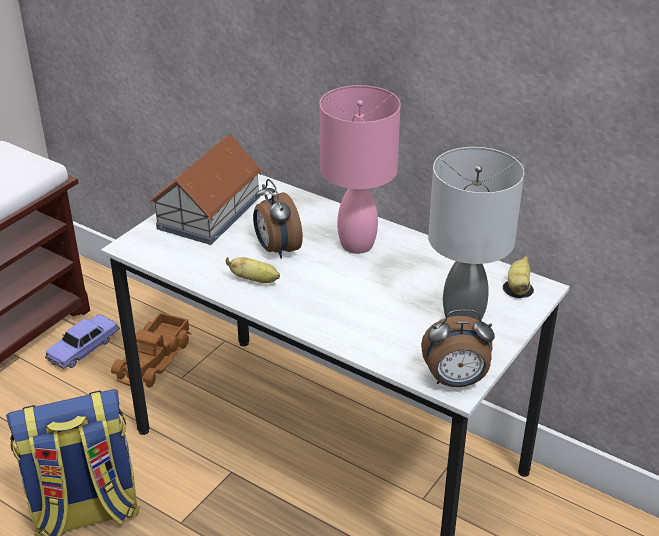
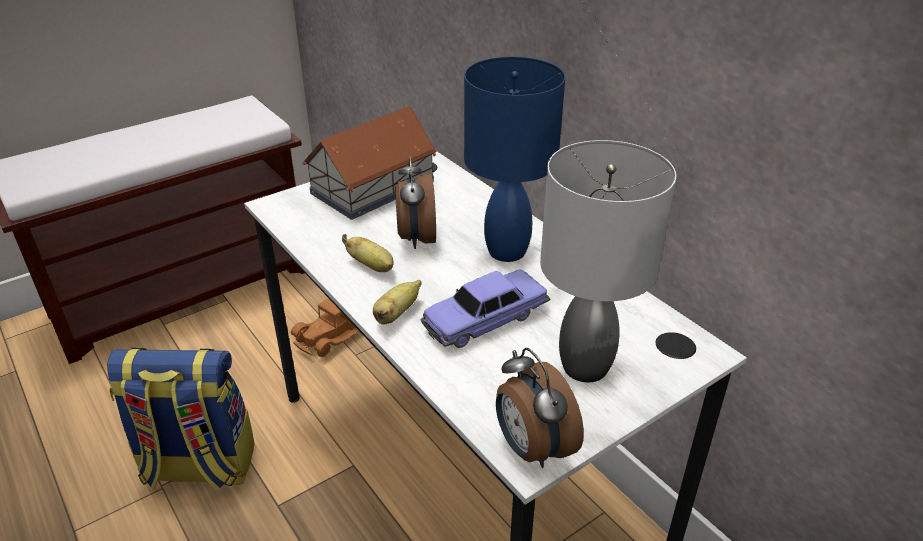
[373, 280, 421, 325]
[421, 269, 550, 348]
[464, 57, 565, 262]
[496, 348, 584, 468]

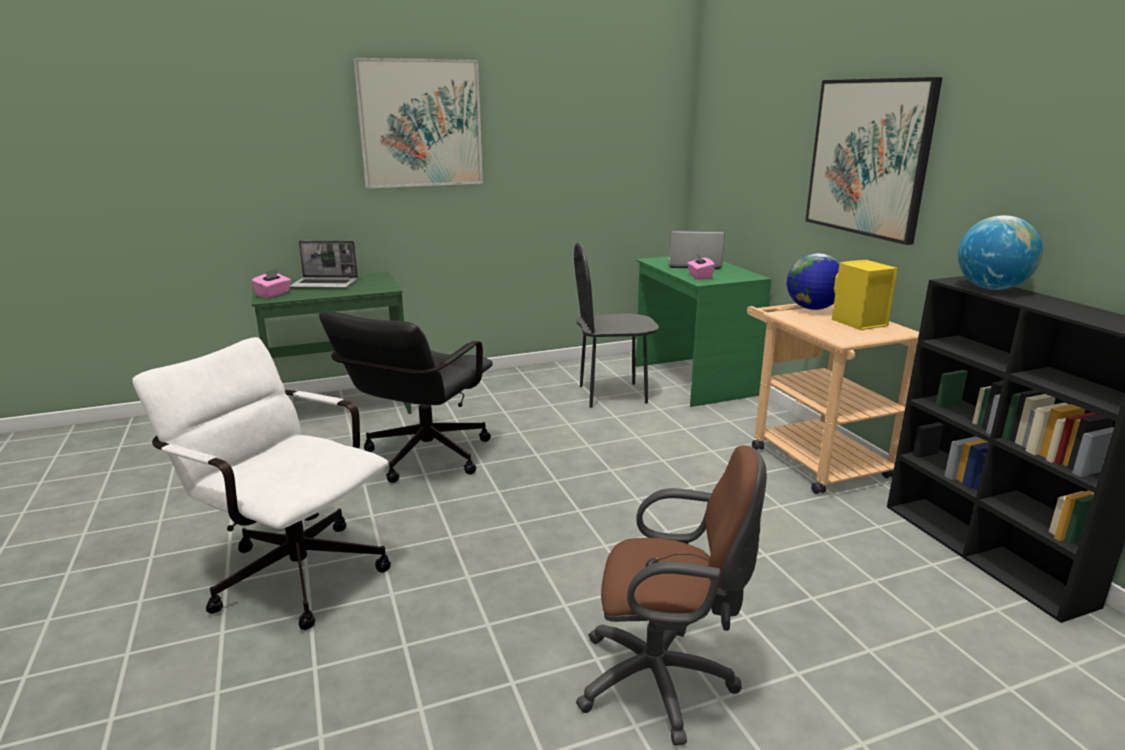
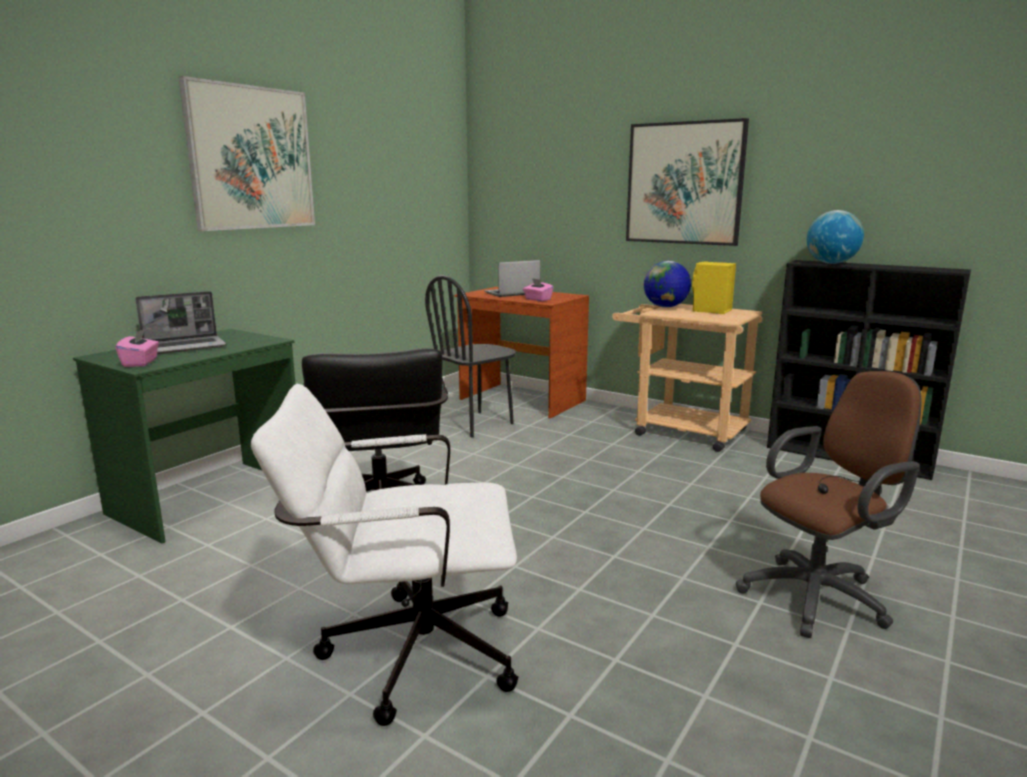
[454, 287, 589, 419]

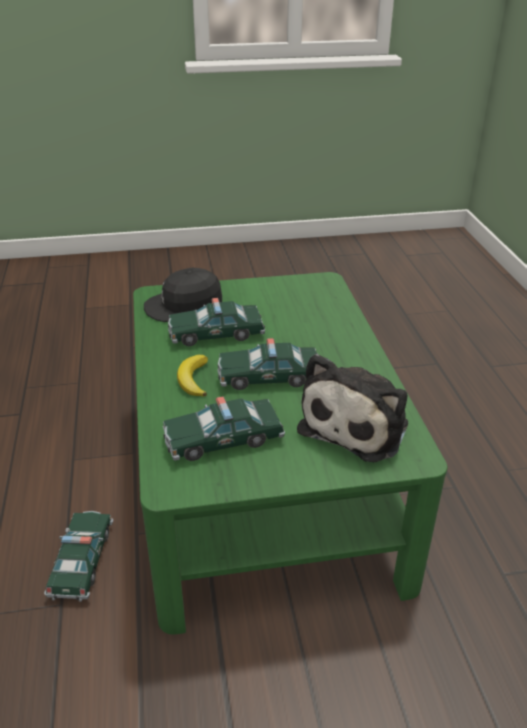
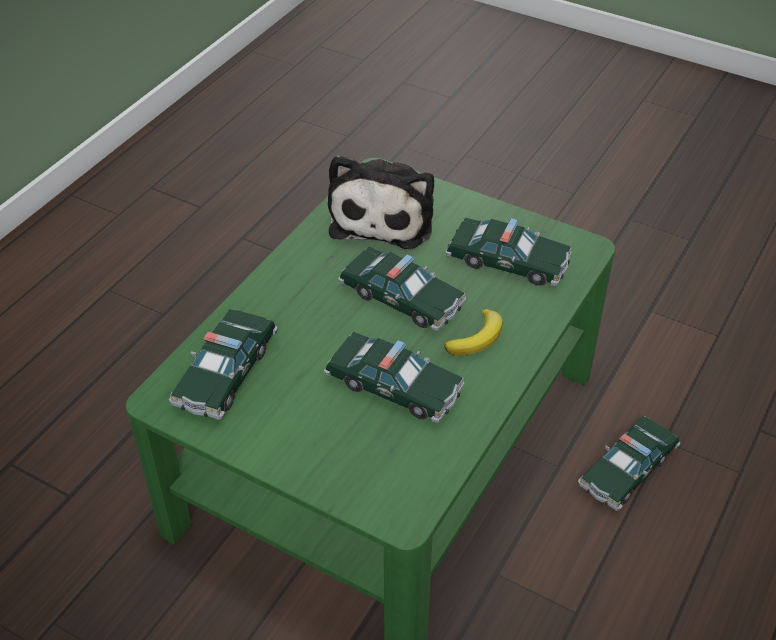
[169, 309, 278, 420]
[328, 155, 434, 249]
[144, 268, 222, 322] (first image)

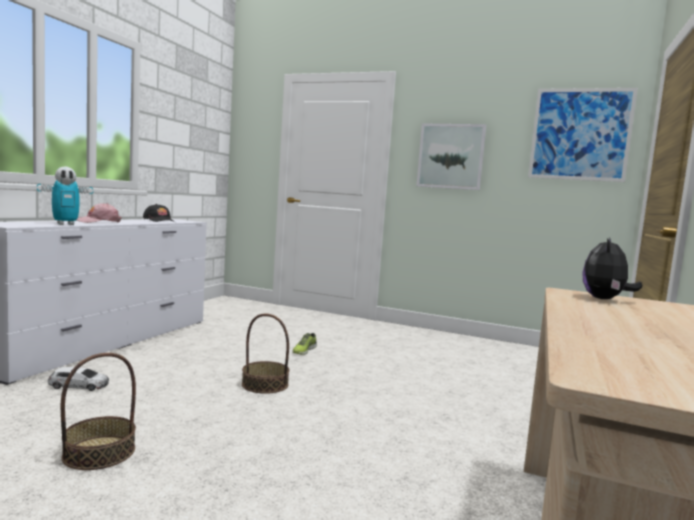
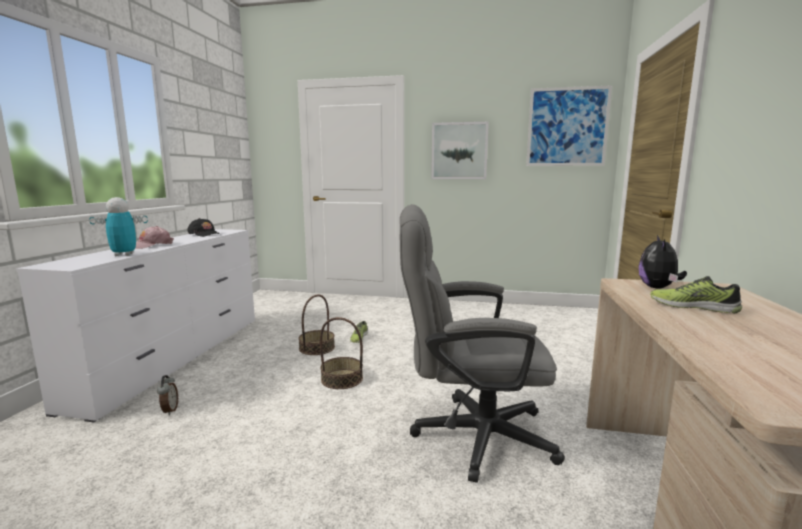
[89, 197, 148, 256]
[157, 375, 178, 415]
[298, 295, 335, 355]
[399, 204, 565, 483]
[650, 276, 742, 313]

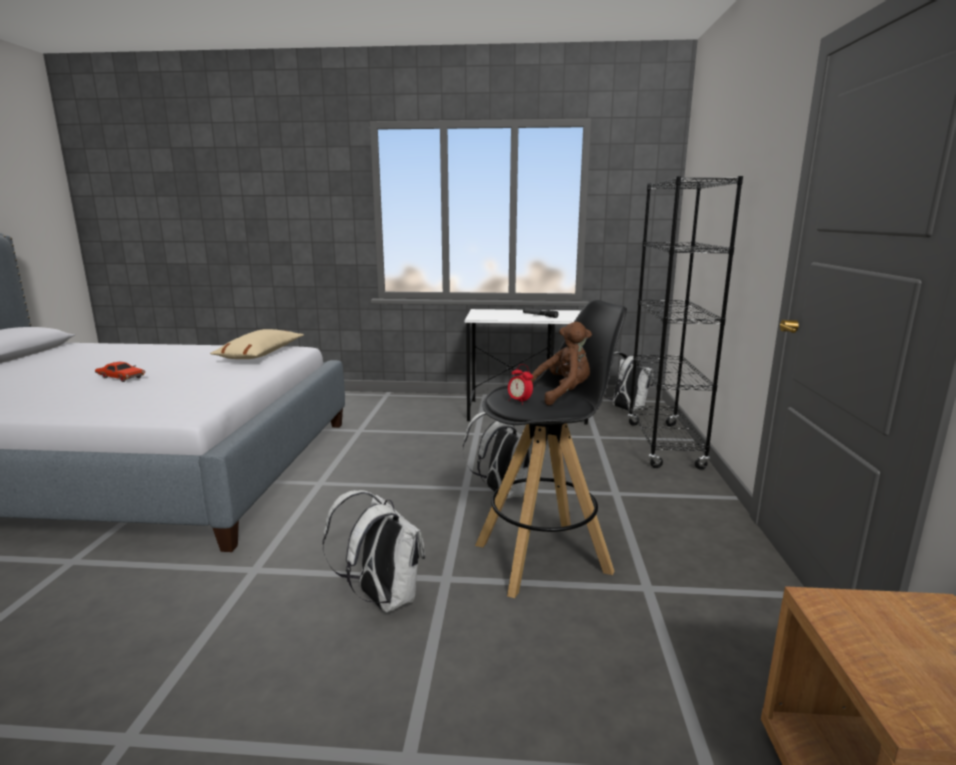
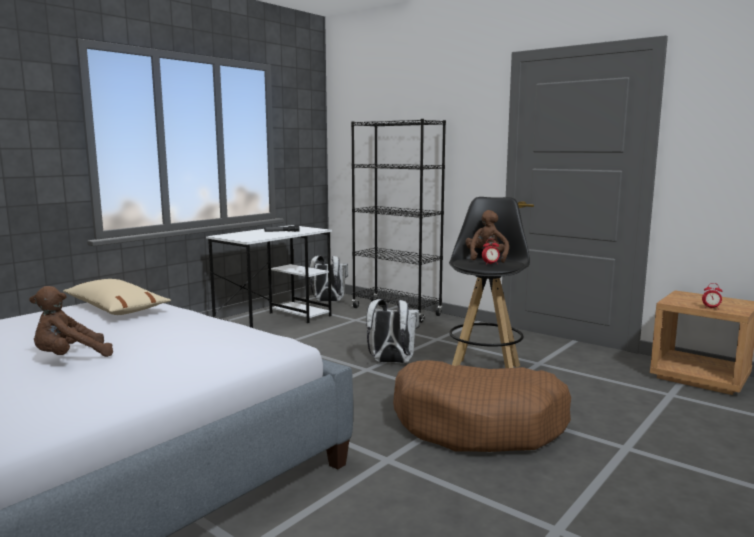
[29, 286, 113, 357]
[393, 360, 571, 452]
[702, 283, 722, 310]

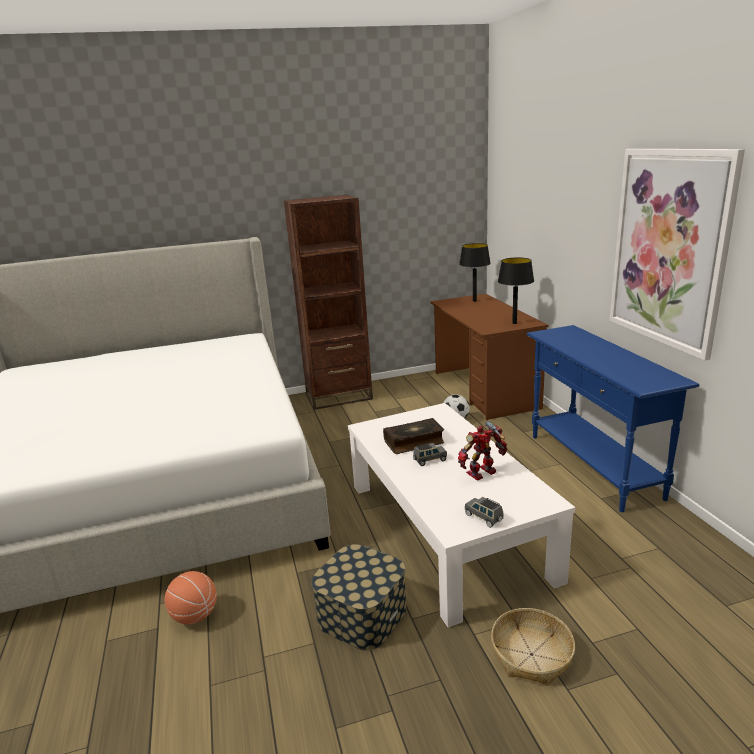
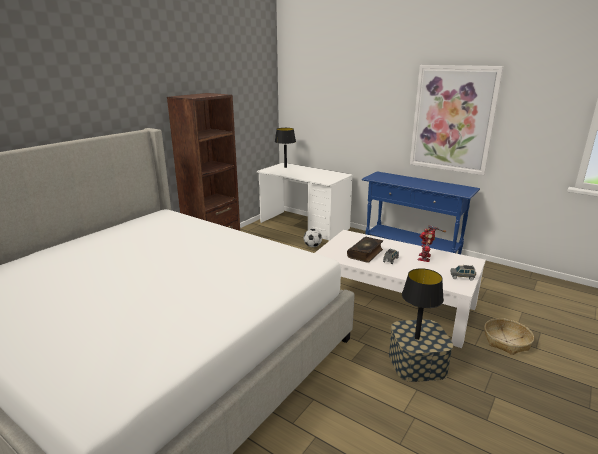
[257, 163, 353, 241]
[402, 268, 444, 340]
[165, 571, 217, 624] (first image)

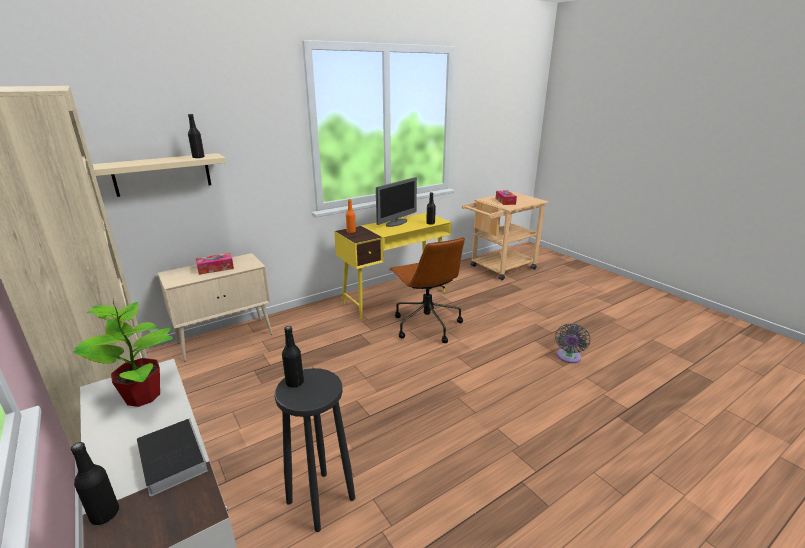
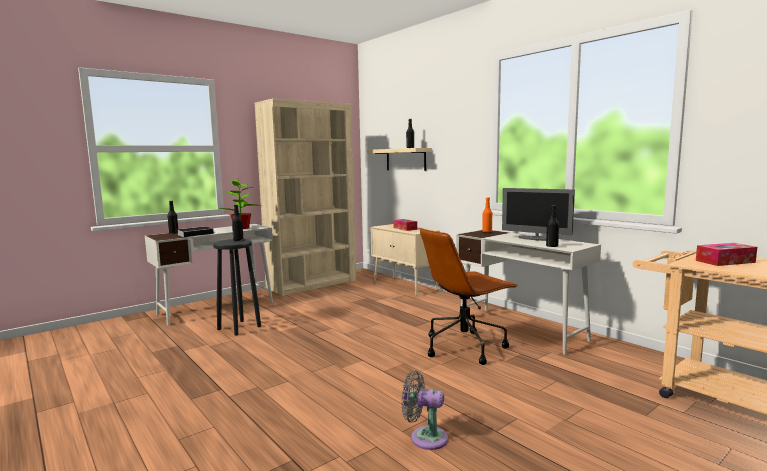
[456, 230, 601, 355]

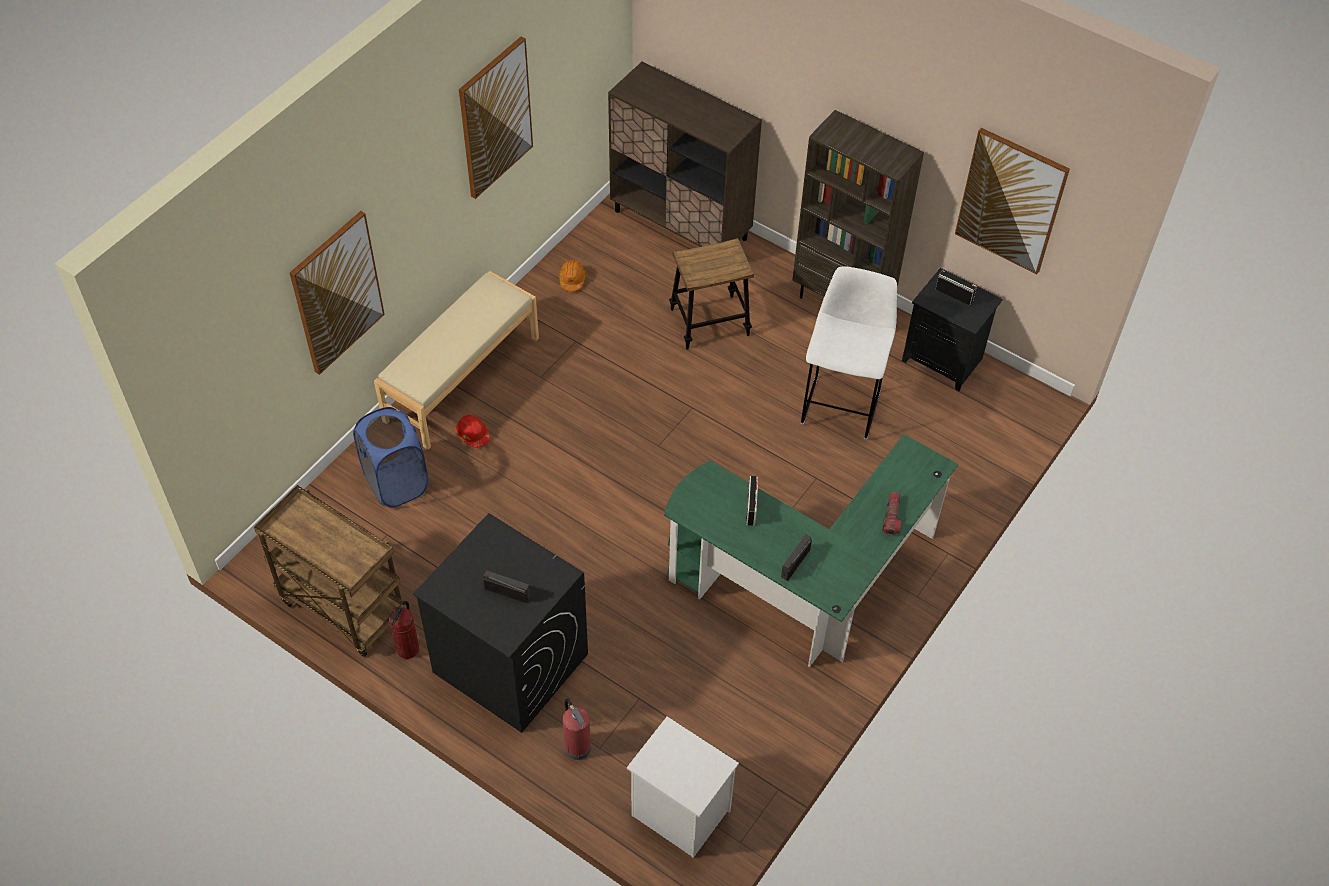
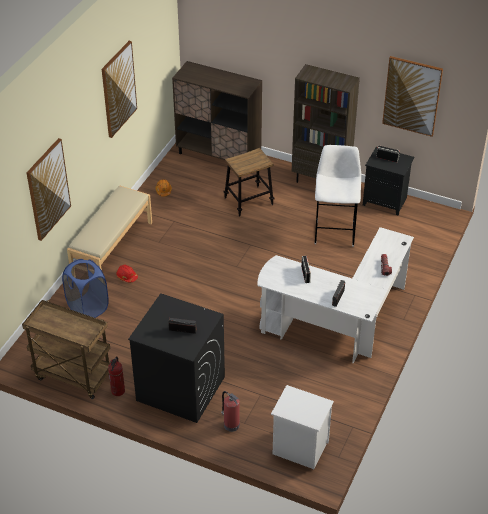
[258, 227, 414, 363]

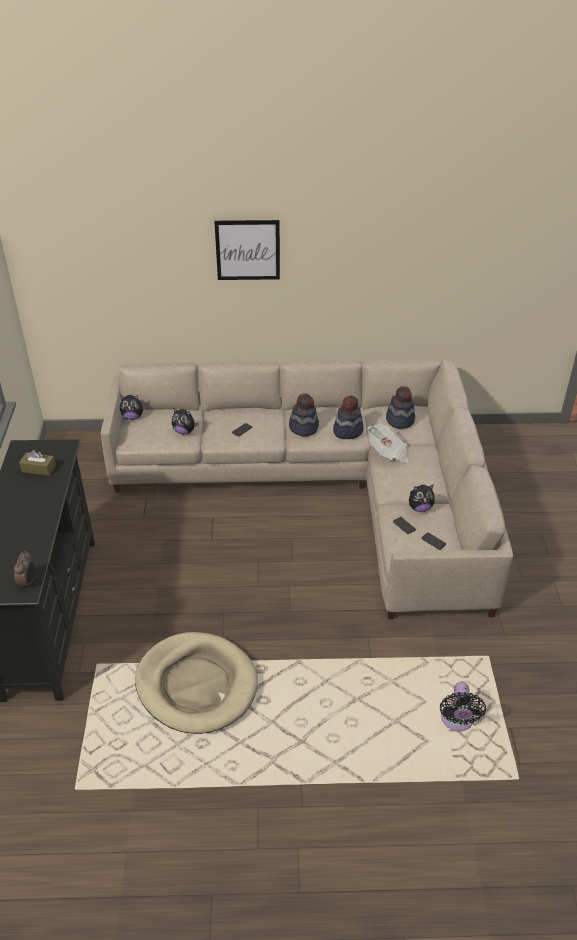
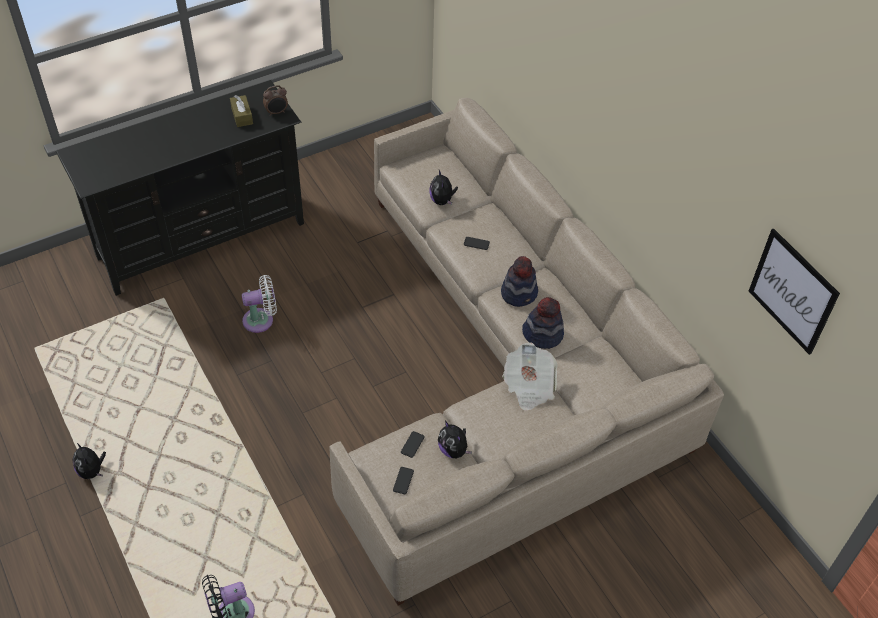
[72, 443, 106, 479]
[242, 275, 277, 333]
[263, 86, 288, 116]
[749, 228, 840, 355]
[135, 632, 258, 734] (first image)
[386, 386, 415, 429] (first image)

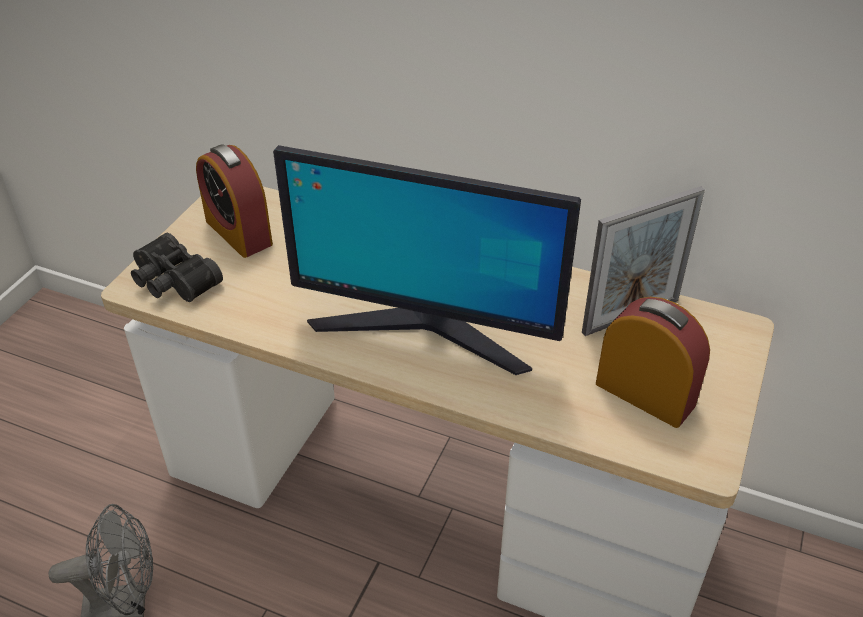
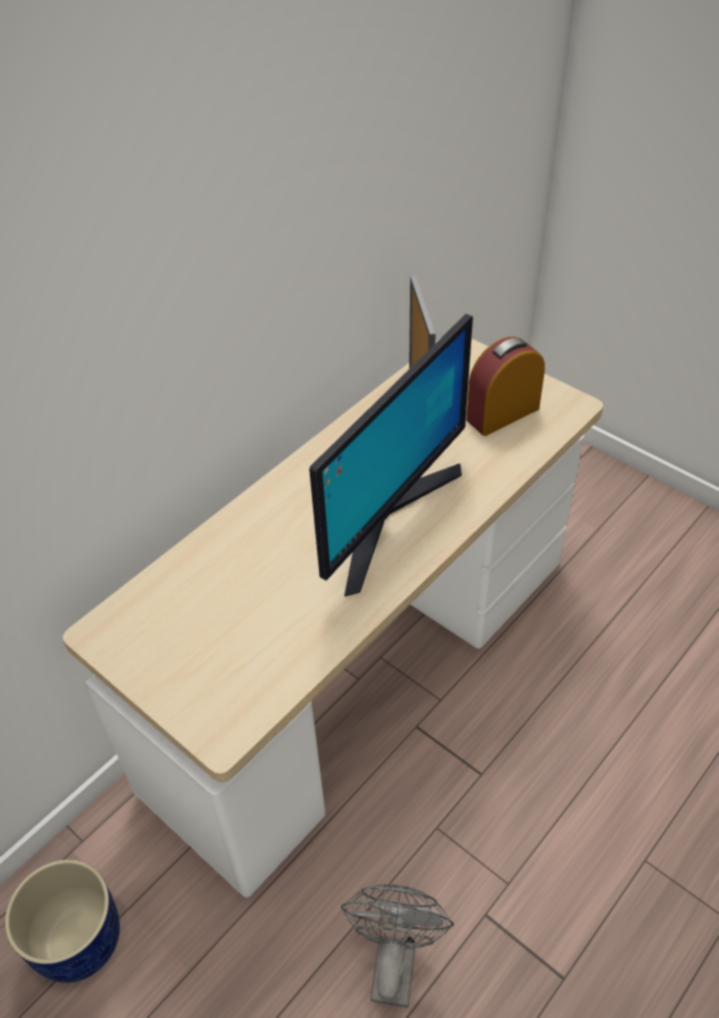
[5, 859, 120, 983]
[131, 233, 223, 302] (first image)
[196, 144, 273, 258] (first image)

